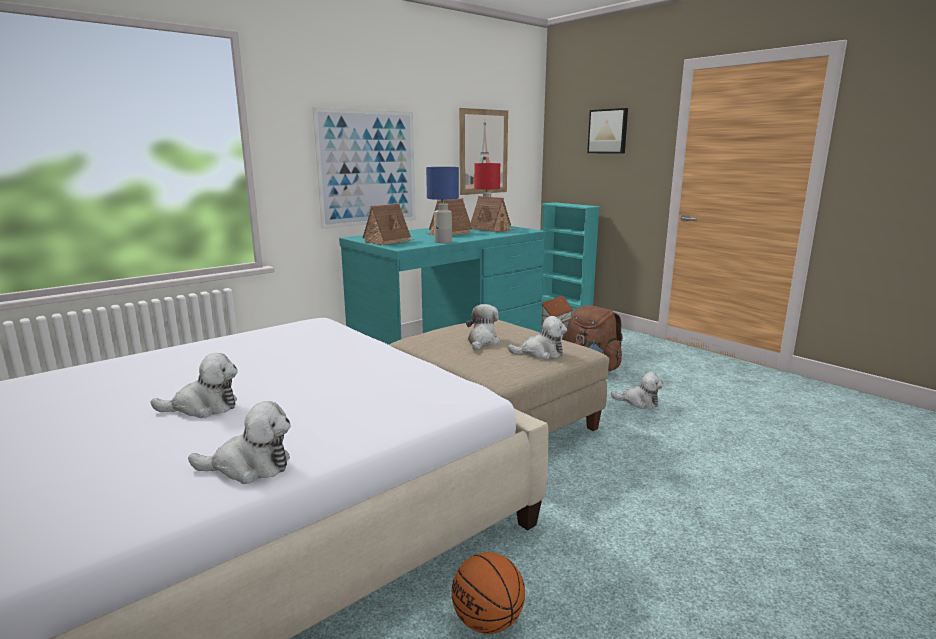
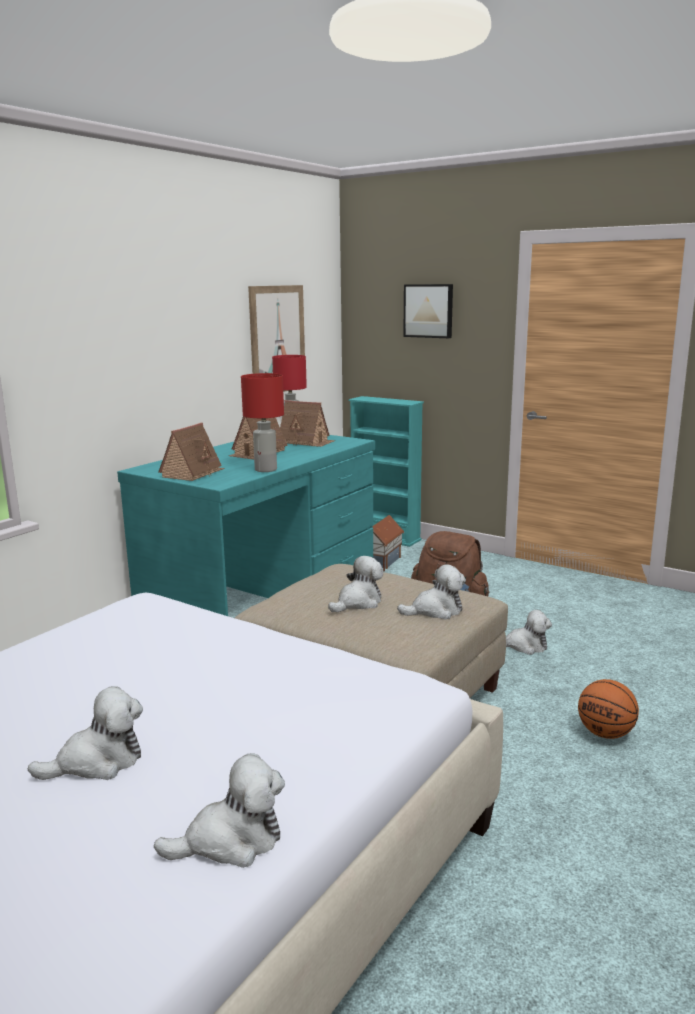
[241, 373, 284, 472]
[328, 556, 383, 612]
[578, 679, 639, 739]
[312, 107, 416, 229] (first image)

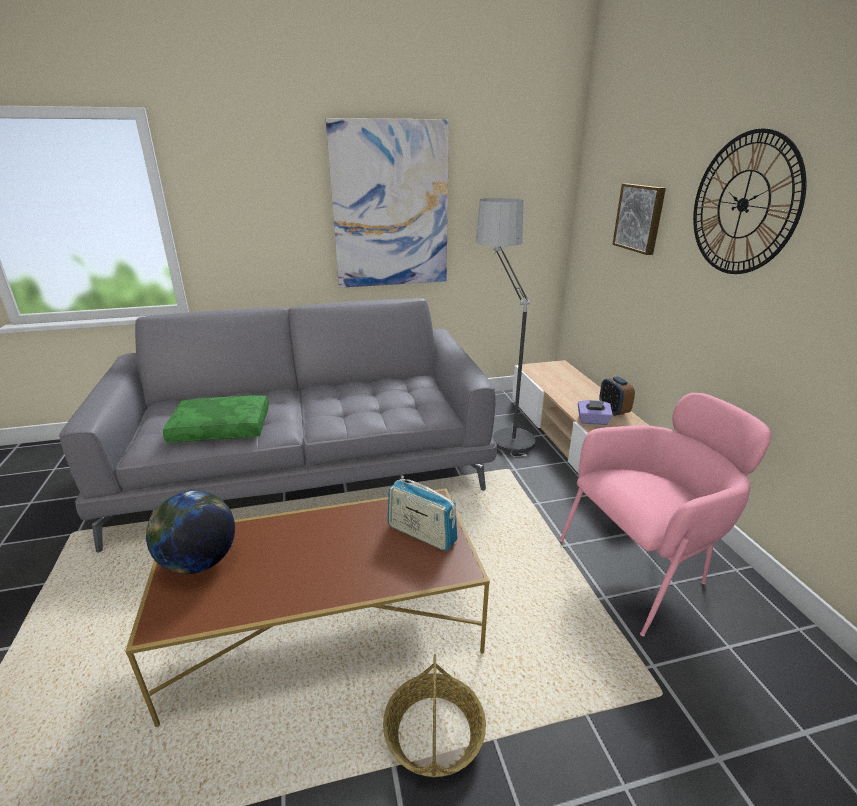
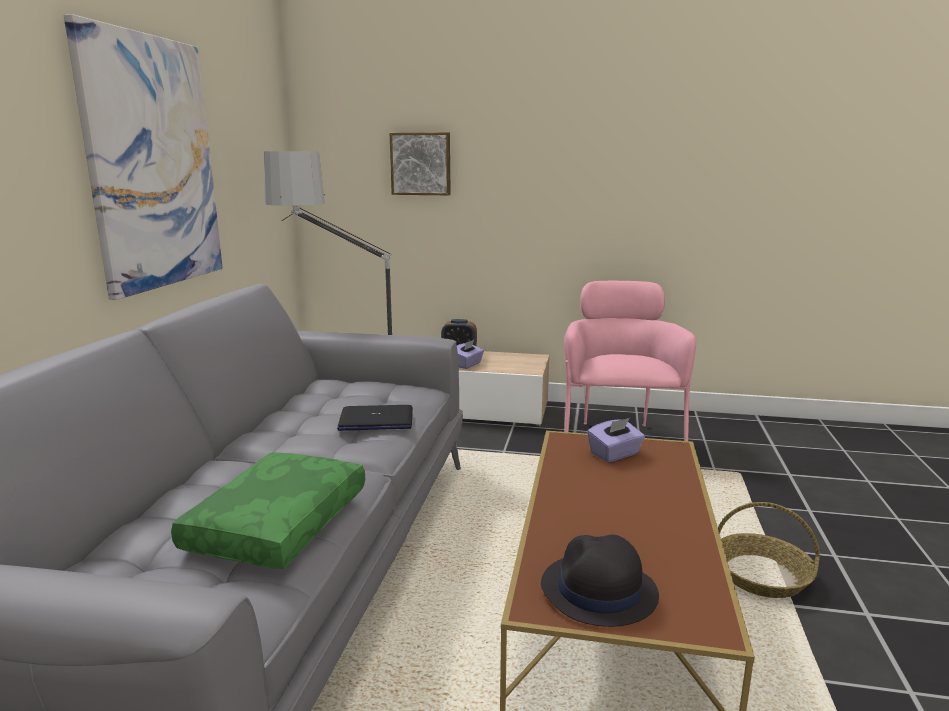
[337, 405, 413, 431]
[541, 535, 659, 627]
[587, 418, 645, 462]
[693, 128, 806, 274] (first image)

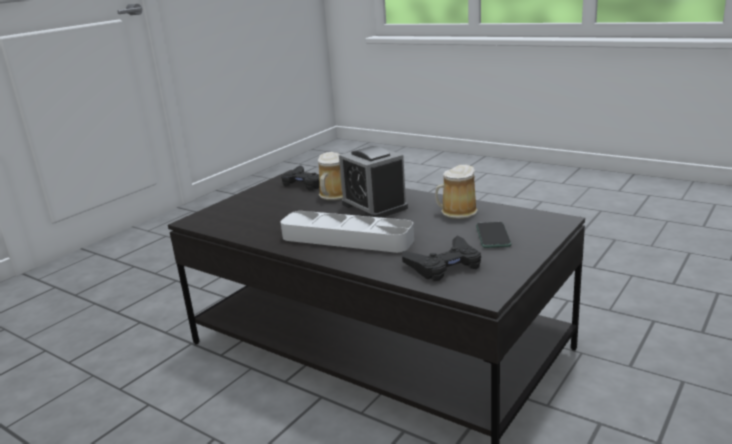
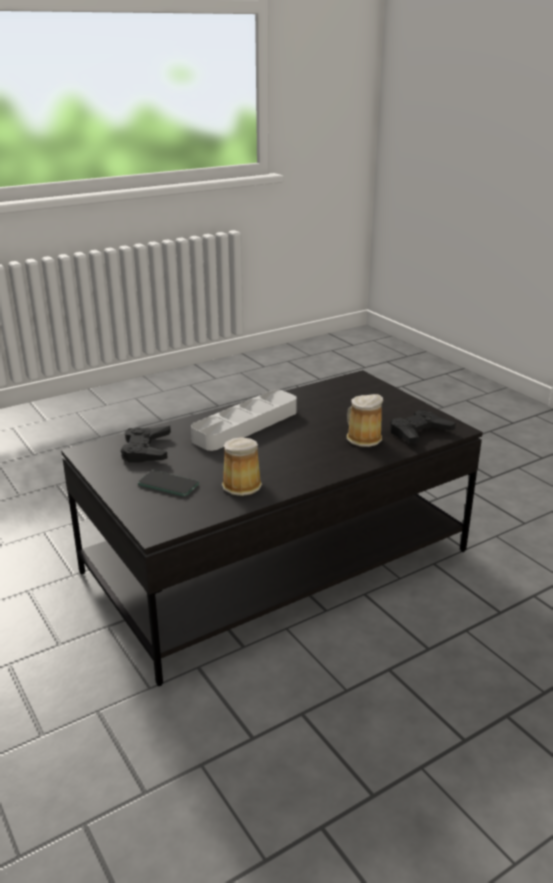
[339, 146, 408, 218] (first image)

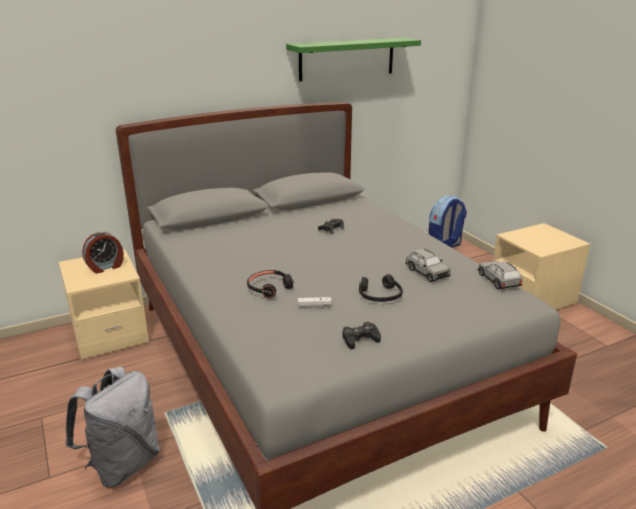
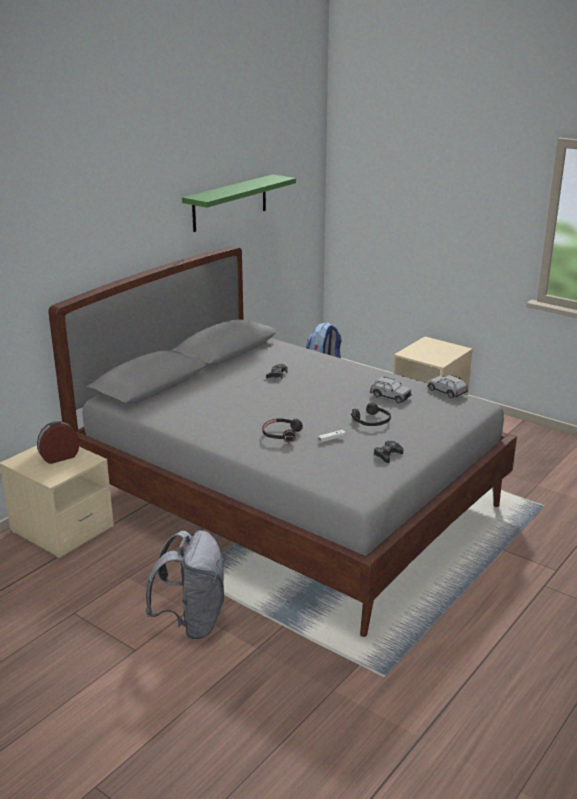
[37, 421, 79, 464]

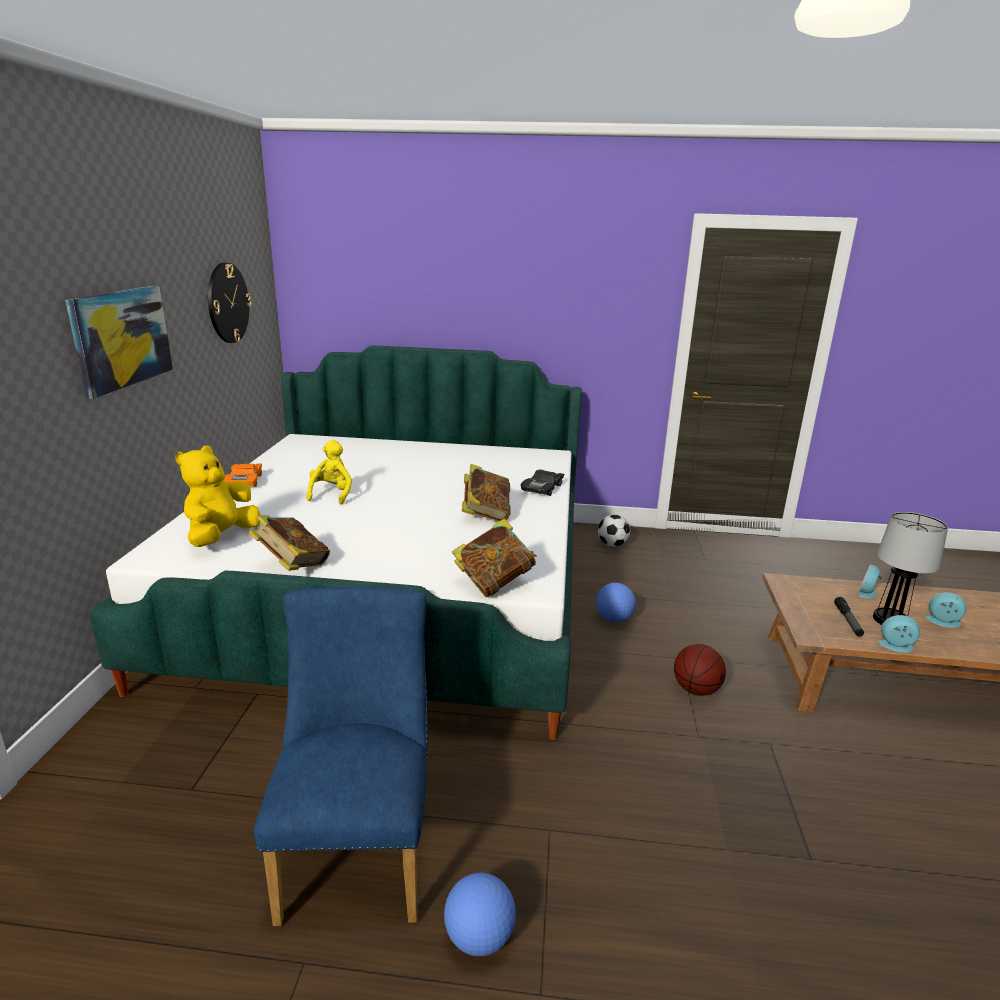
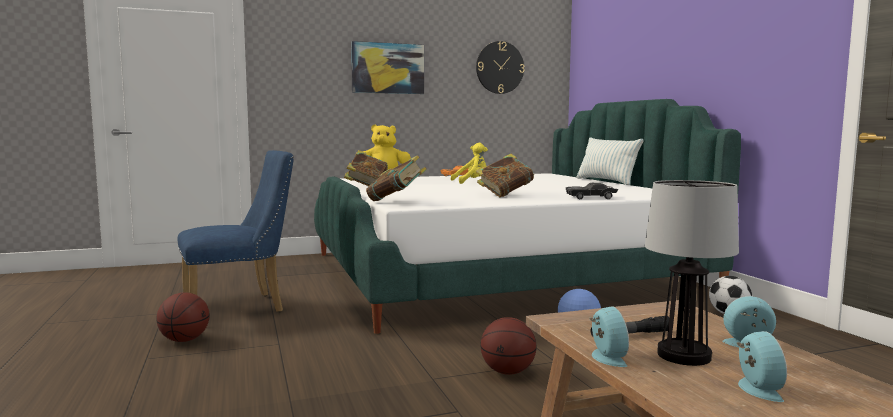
[156, 292, 210, 342]
[577, 137, 643, 185]

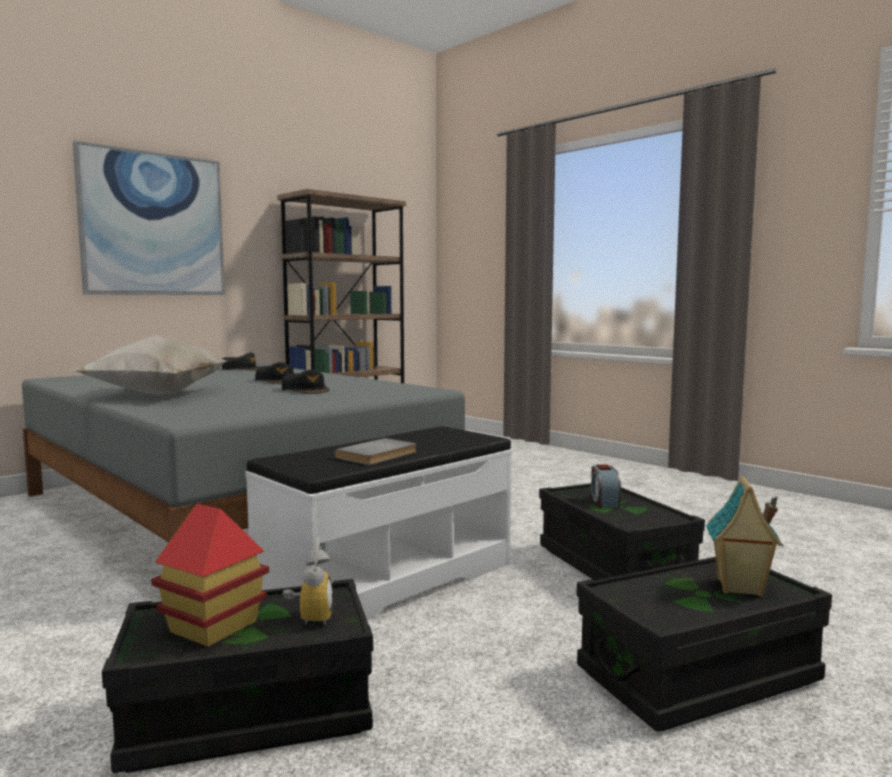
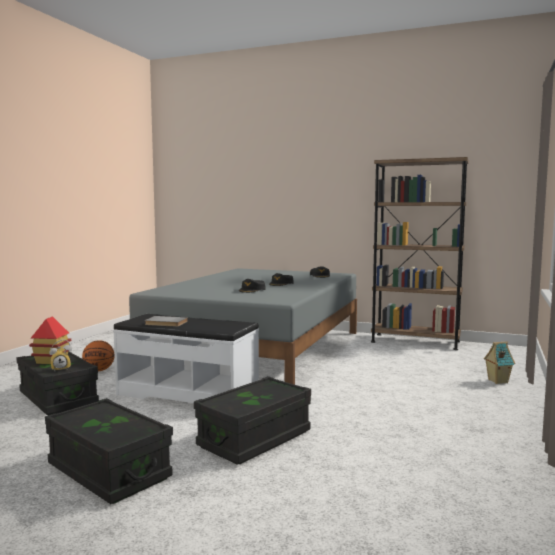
[82, 340, 114, 371]
[484, 342, 515, 384]
[73, 141, 225, 295] (first image)
[73, 335, 226, 395] (first image)
[591, 464, 621, 508] (first image)

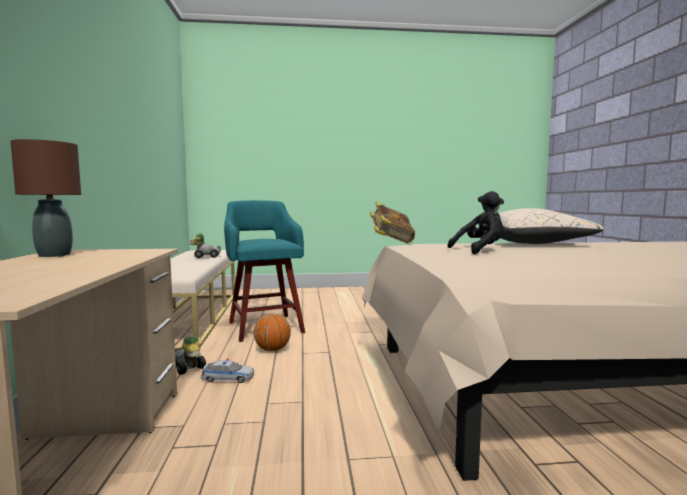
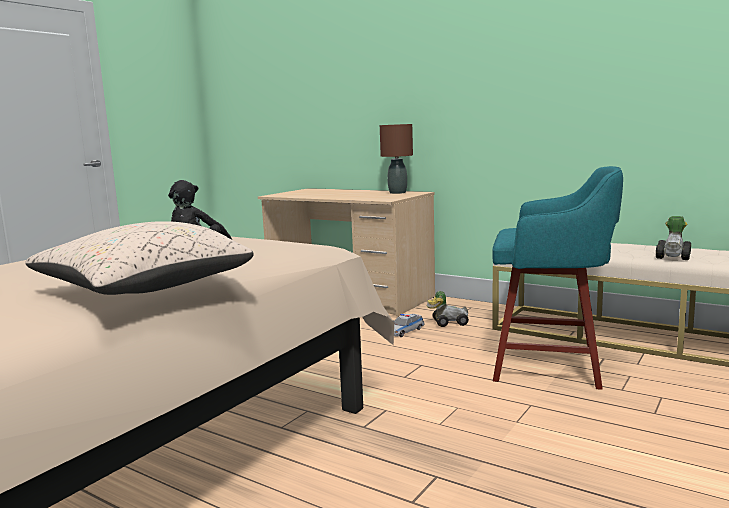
[254, 313, 291, 351] (first image)
[370, 201, 415, 243] (first image)

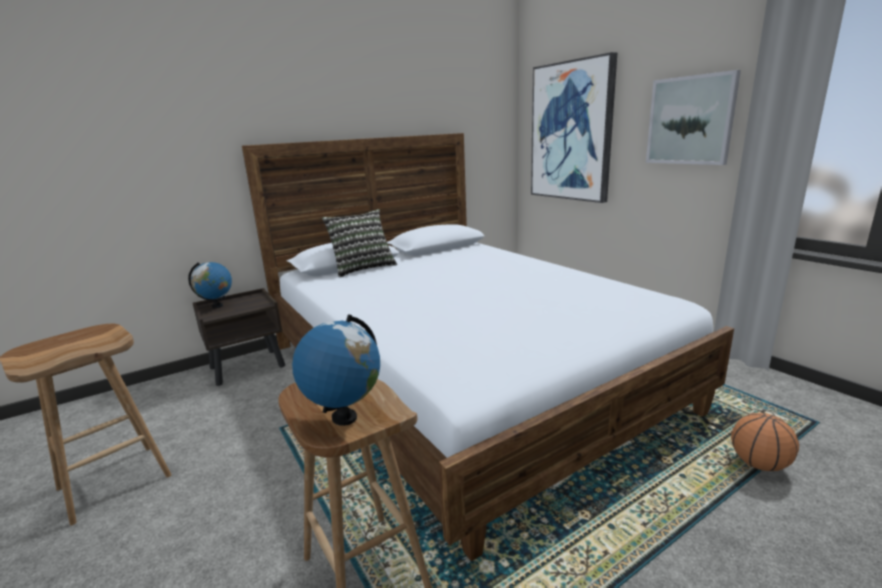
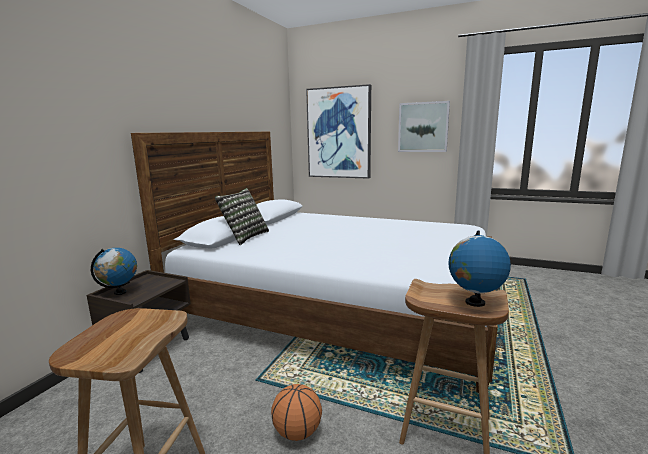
[271, 384, 322, 441]

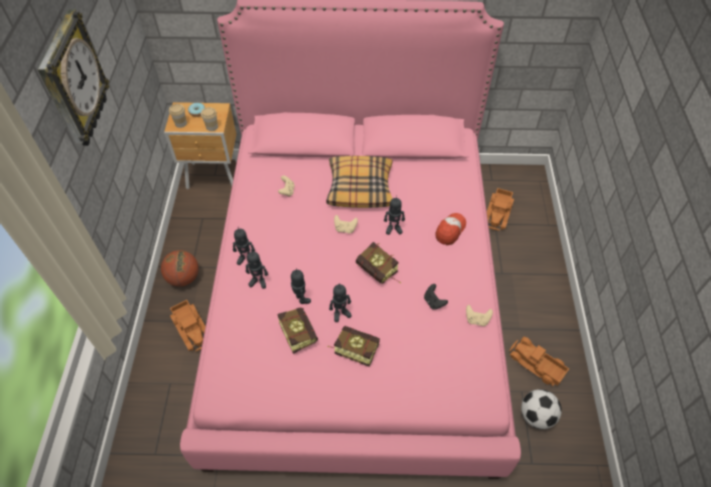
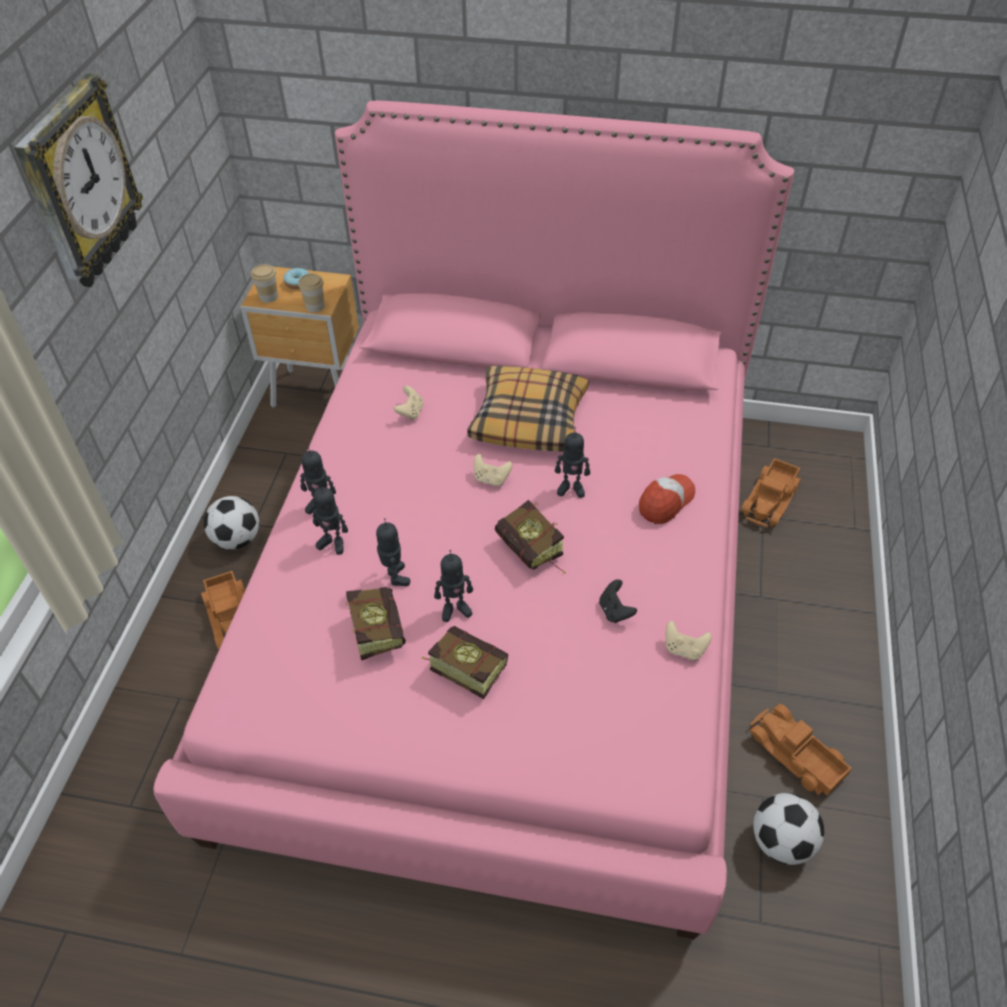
[204, 496, 259, 550]

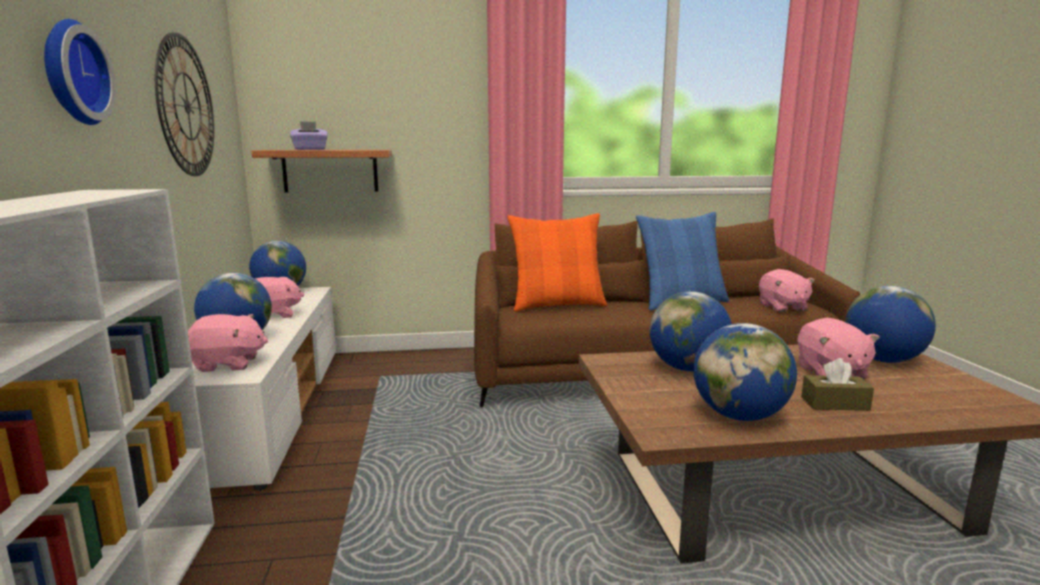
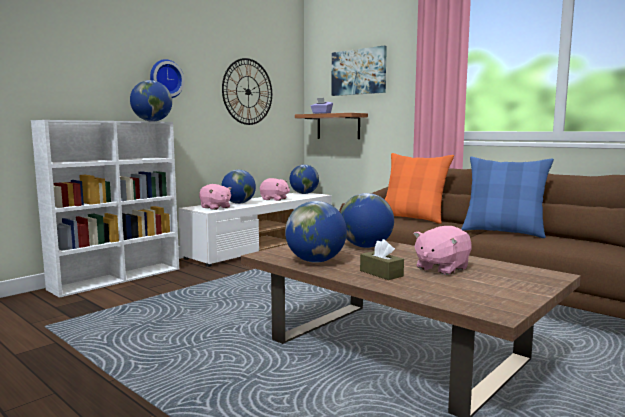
[130, 80, 172, 121]
[331, 46, 387, 96]
[759, 269, 815, 312] (first image)

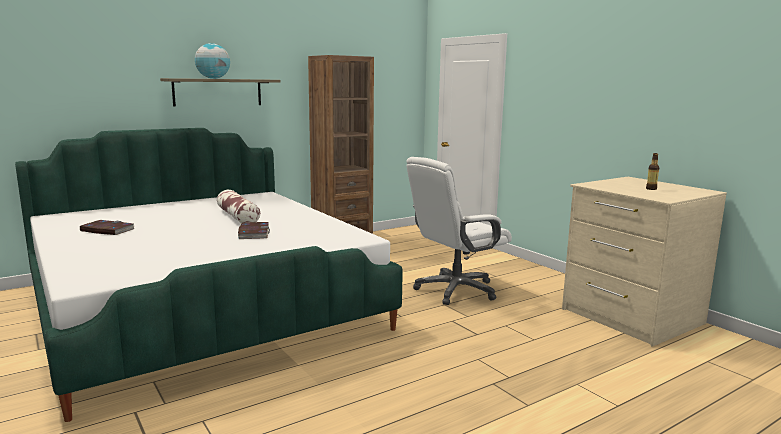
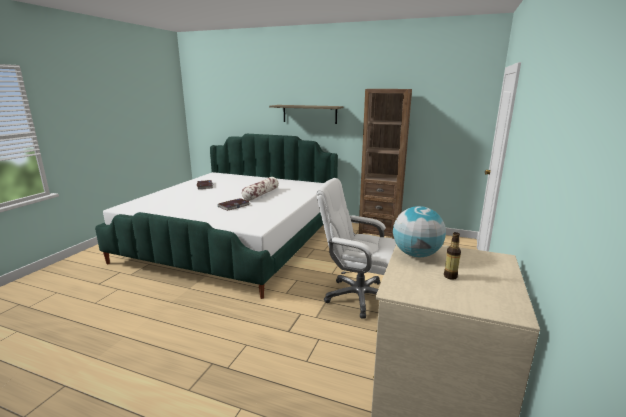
[393, 206, 446, 257]

